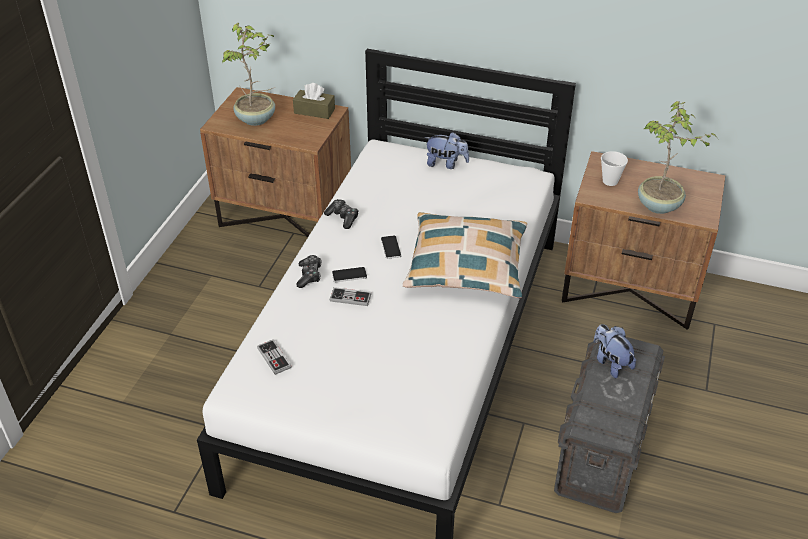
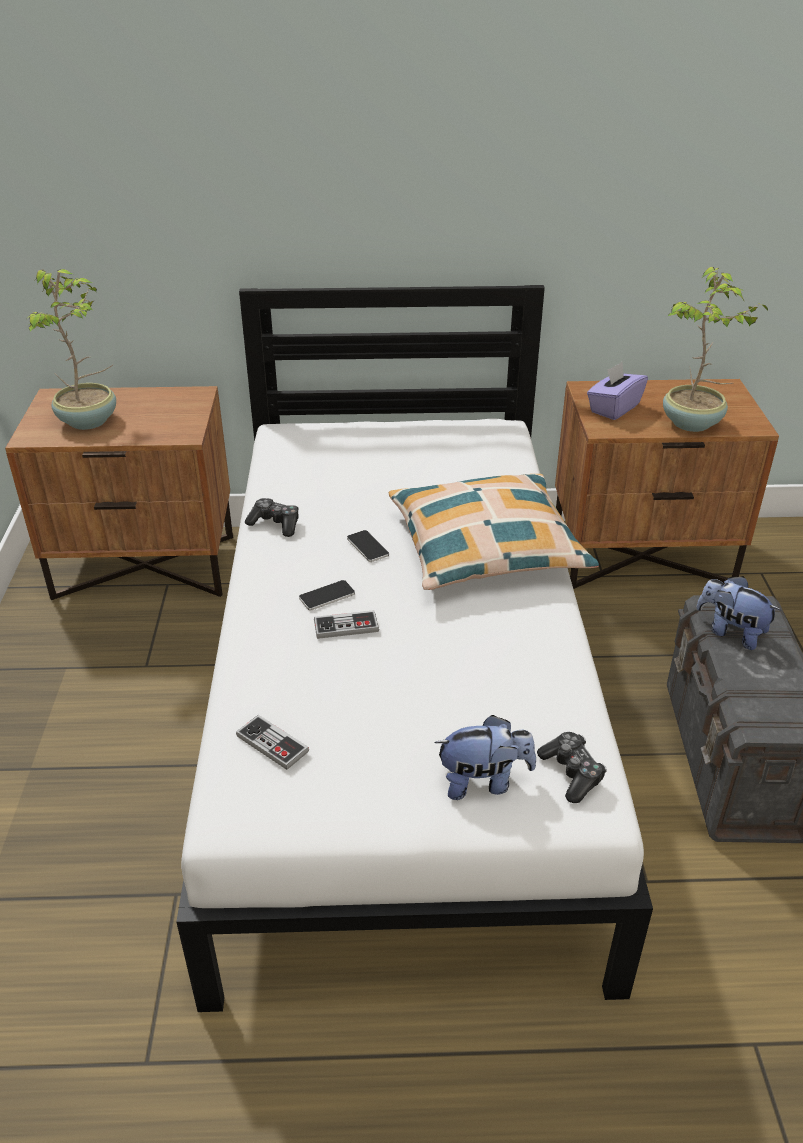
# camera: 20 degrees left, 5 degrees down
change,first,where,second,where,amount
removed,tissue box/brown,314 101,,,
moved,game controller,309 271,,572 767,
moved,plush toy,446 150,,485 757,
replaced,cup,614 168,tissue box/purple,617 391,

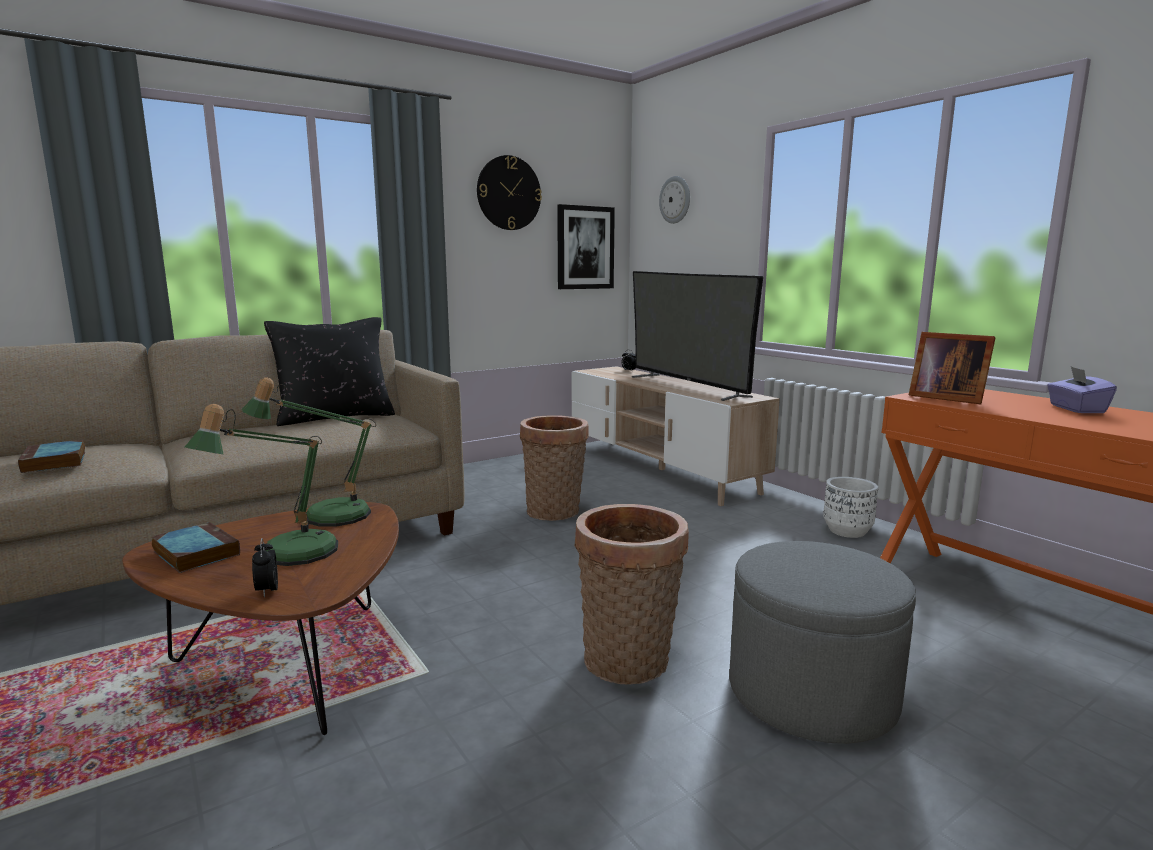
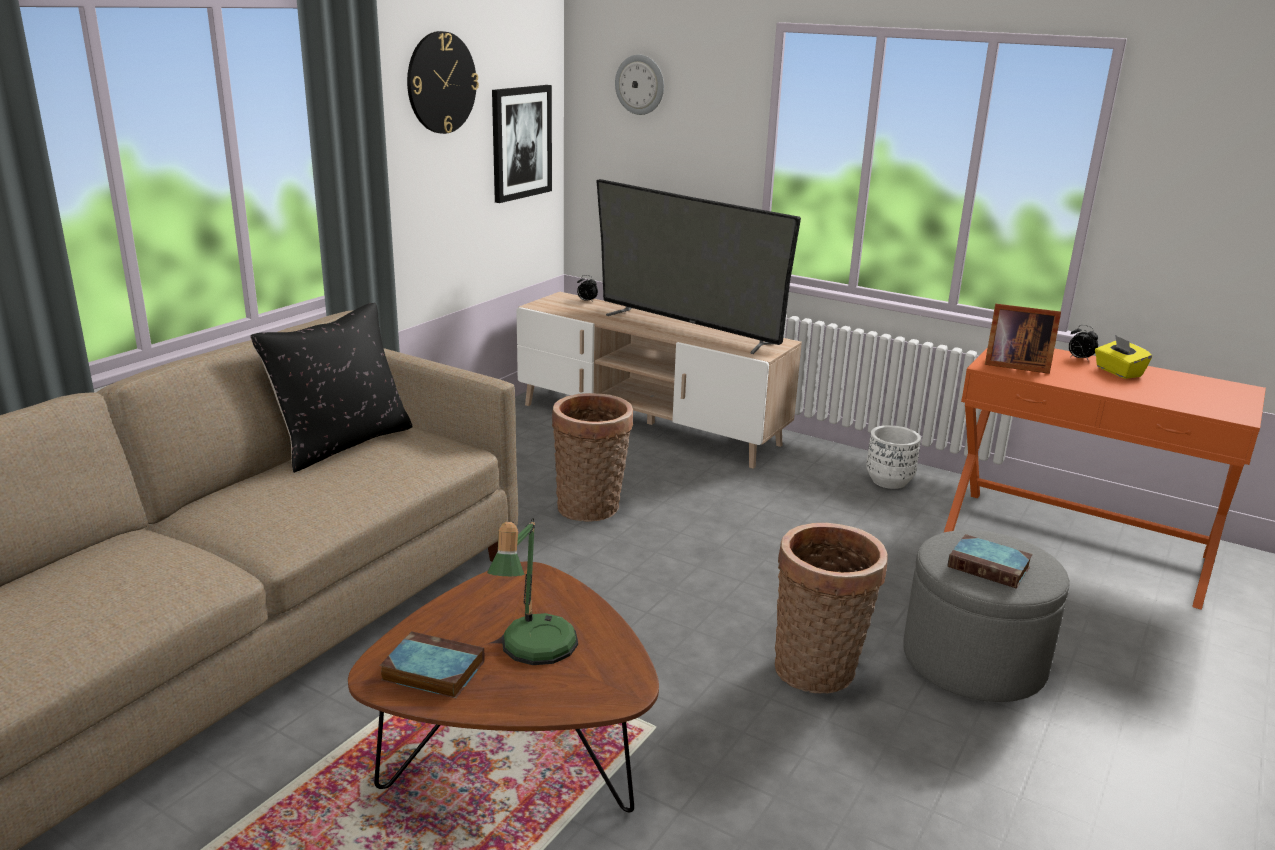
# camera: 25 degrees left, 10 degrees up
change,first,where,second,where,amount
moved,book,51 456,,990 561,
removed,table lamp,309 452,,,
moved,alarm clock,265 568,,1083 343,
recoloured,tissue box/purple,1082 390,tissue box/yellow,1123 357,

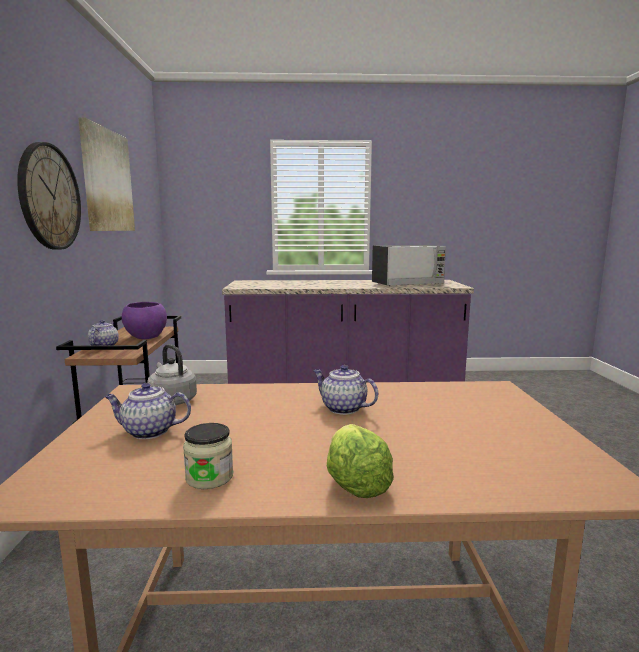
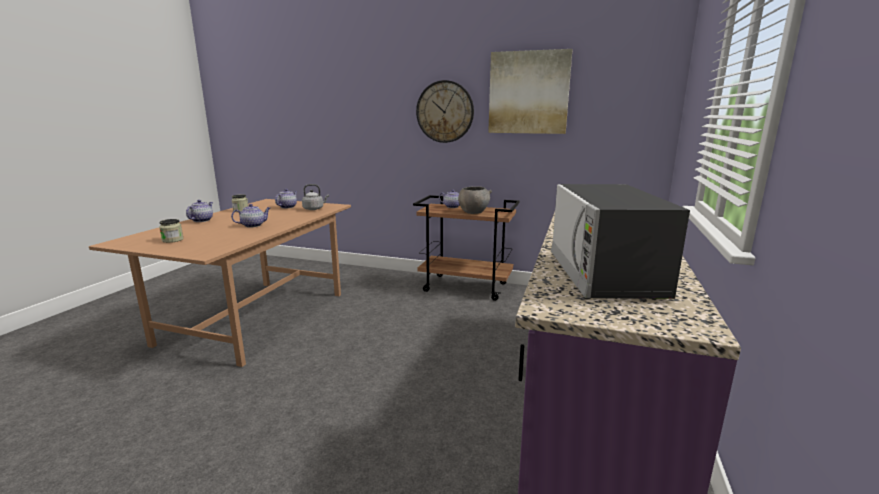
# camera: 110 degrees right, 5 degrees up
change,first,where,second,where,amount
recoloured,bowl/purple,144 320,bowl/grey,475 200,
replaced,lettuce,360 461,teapot,199 211,
added,,,jar,171 231,

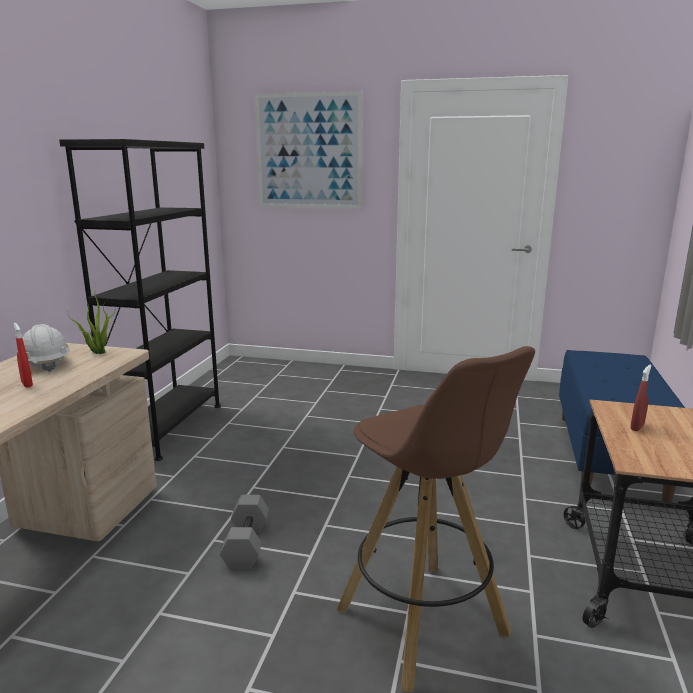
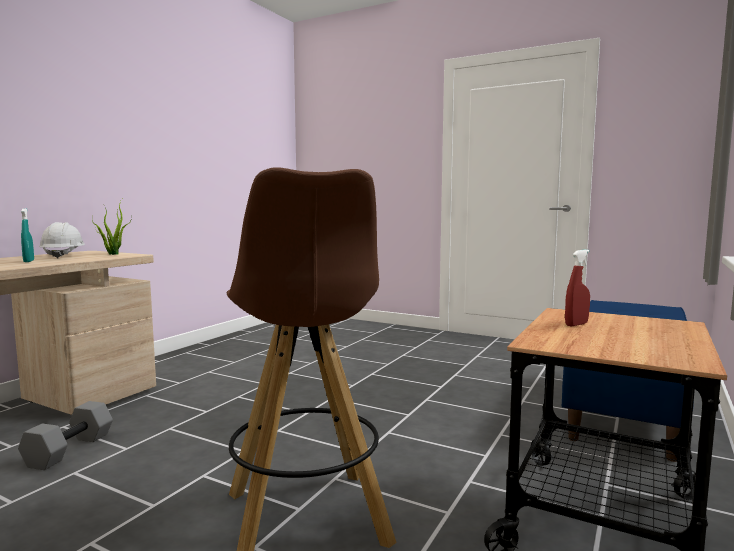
# camera: 15 degrees right, 10 degrees down
change,first,where,second,where,amount
recoloured,spray bottle/red,23 355,spray bottle/turquoise,27 235,
removed,bookcase/black,140 300,,,
moved,dumbbell/grey,244 532,,65 435,
removed,picture,308 150,,,

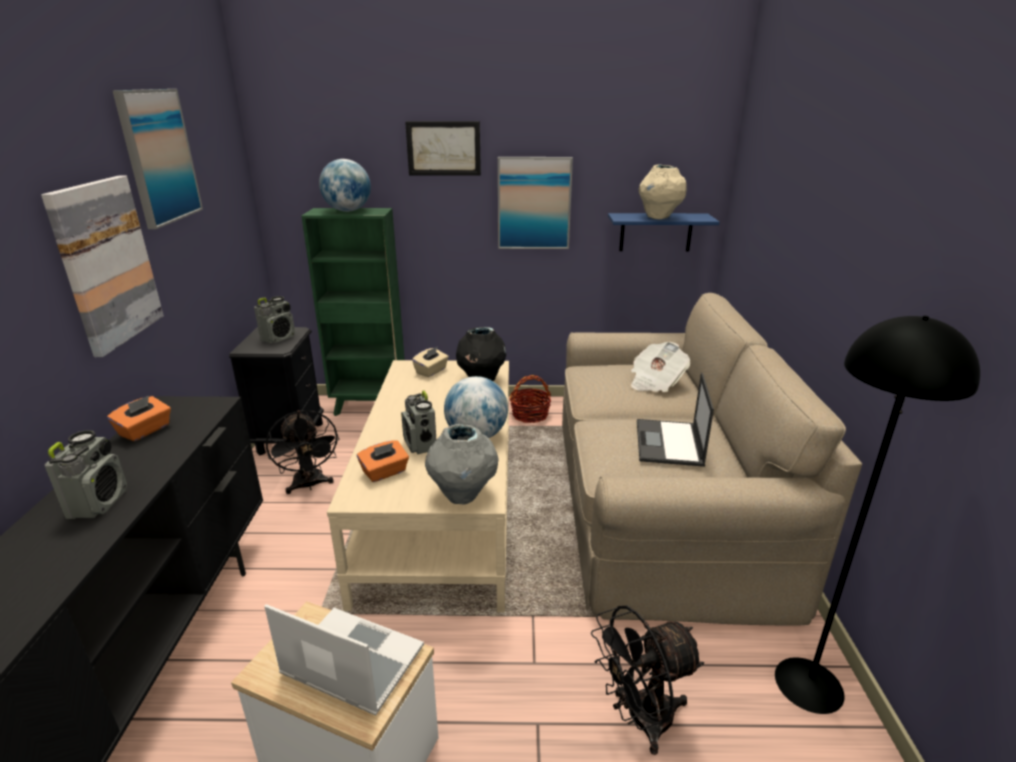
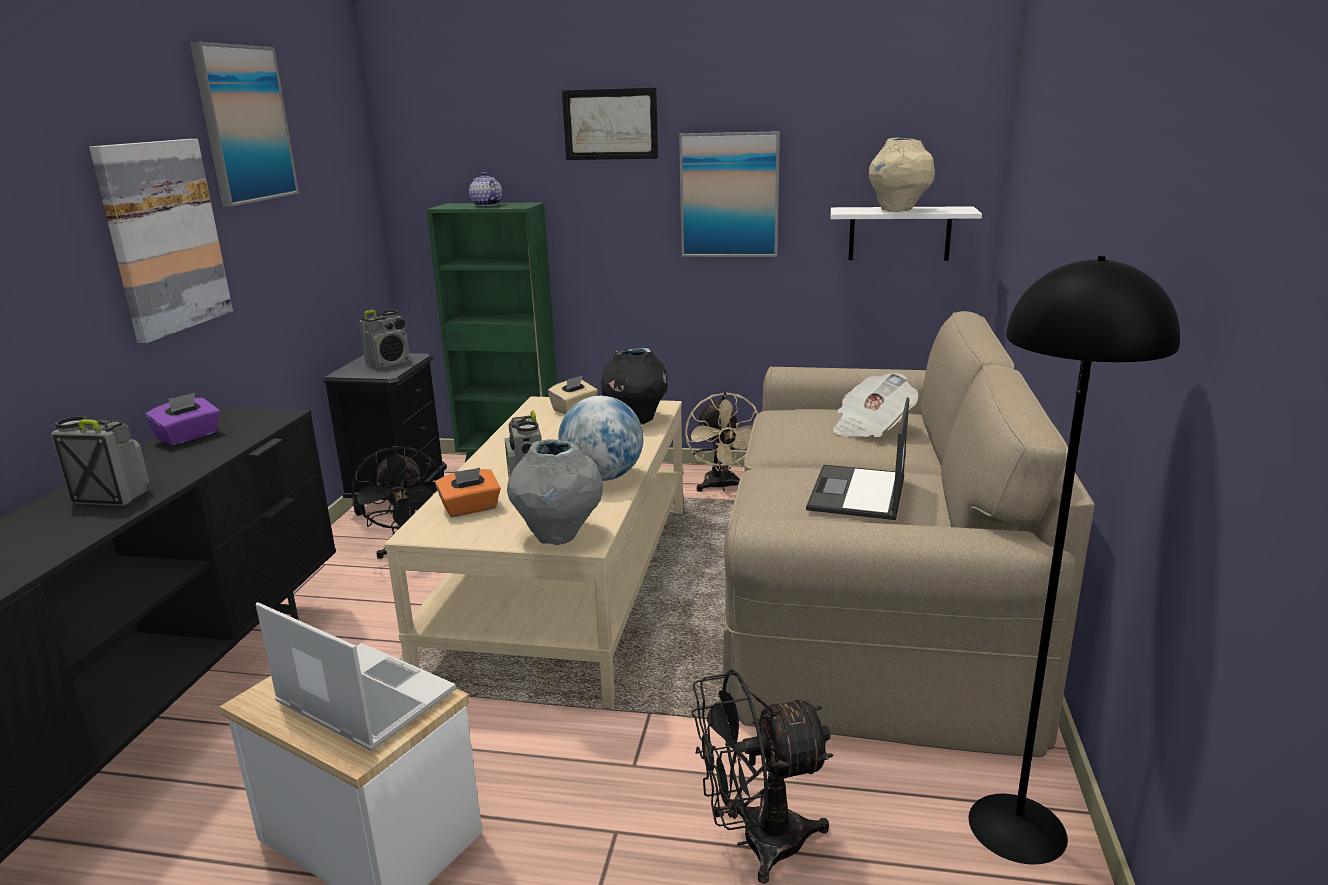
# camera: 10 degrees right, 5 degrees down
change,first,where,second,where,amount
turned,radio,86 474,,100 461,90 degrees counterclockwise
recoloured,tissue box/orange,139 418,tissue box/purple,182 419,
replaced,globe,345 185,teapot,485 189,
replaced,basket,530 399,fan/beige,721 442,
recoloured,shelf/blue,663 232,shelf/white,906 233,

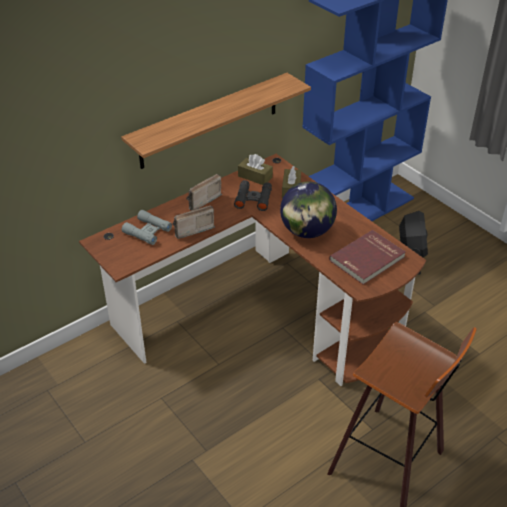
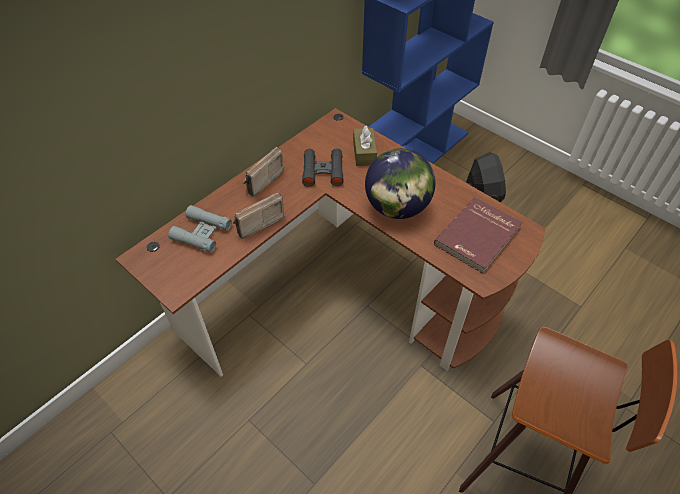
# camera: 10 degrees left, 10 degrees up
change,first,where,second,where,amount
removed,shelf,216 121,,,
removed,tissue box/brown,255 169,,,

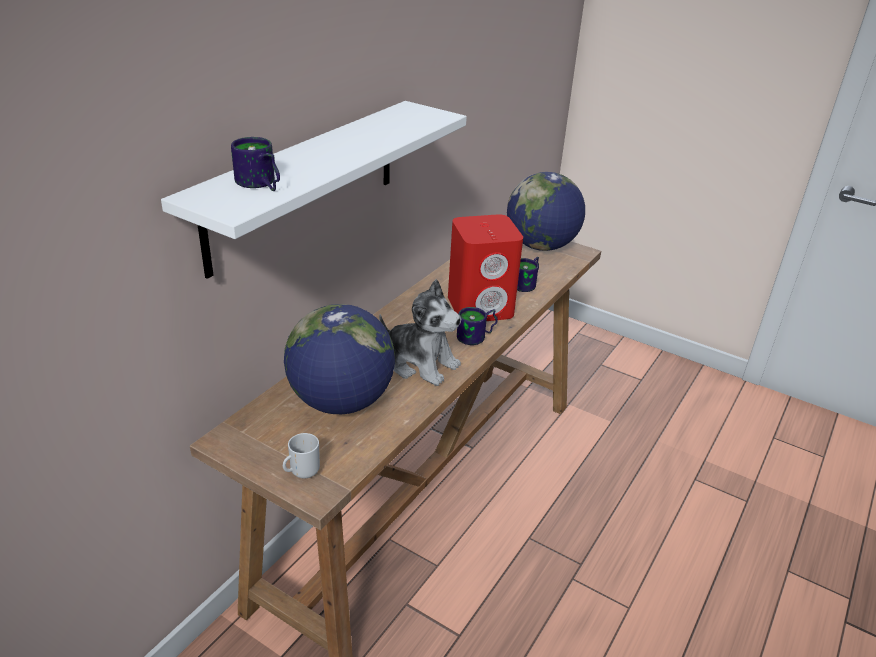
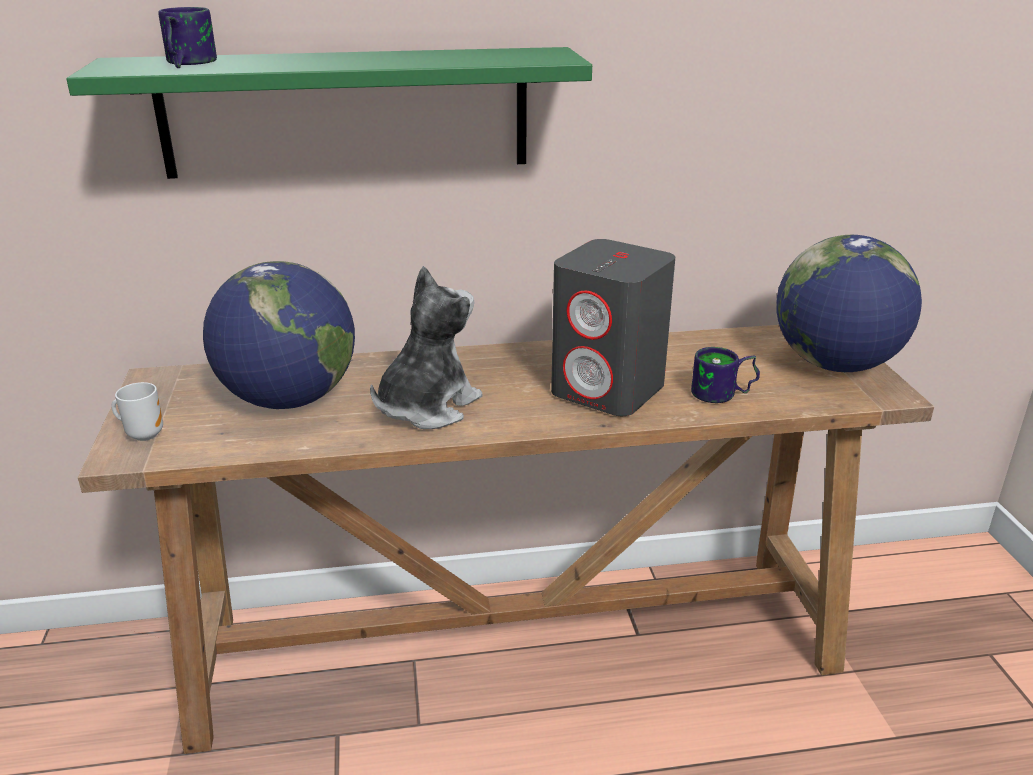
# camera: 50 degrees right, 5 degrees down
change,first,where,second,where,amount
recoloured,shelf/white,314 190,shelf/green,329 113,
turned,plush toy,420 332,,426 347,135 degrees counterclockwise
recoloured,speaker/red,485 267,speaker/grey,613 327,
removed,mug,477 326,,,

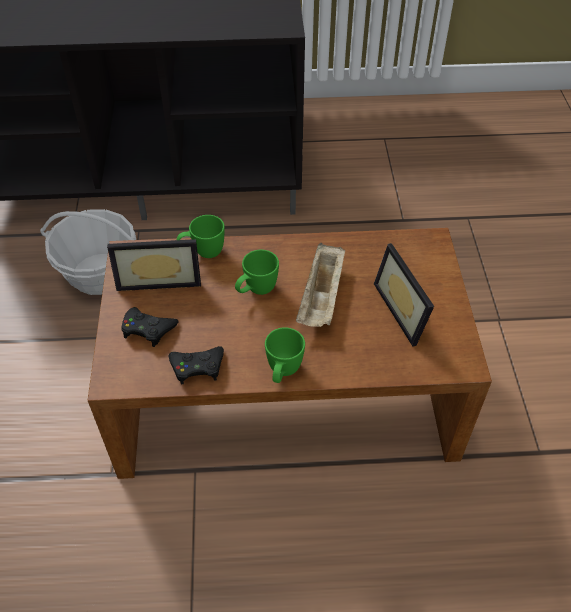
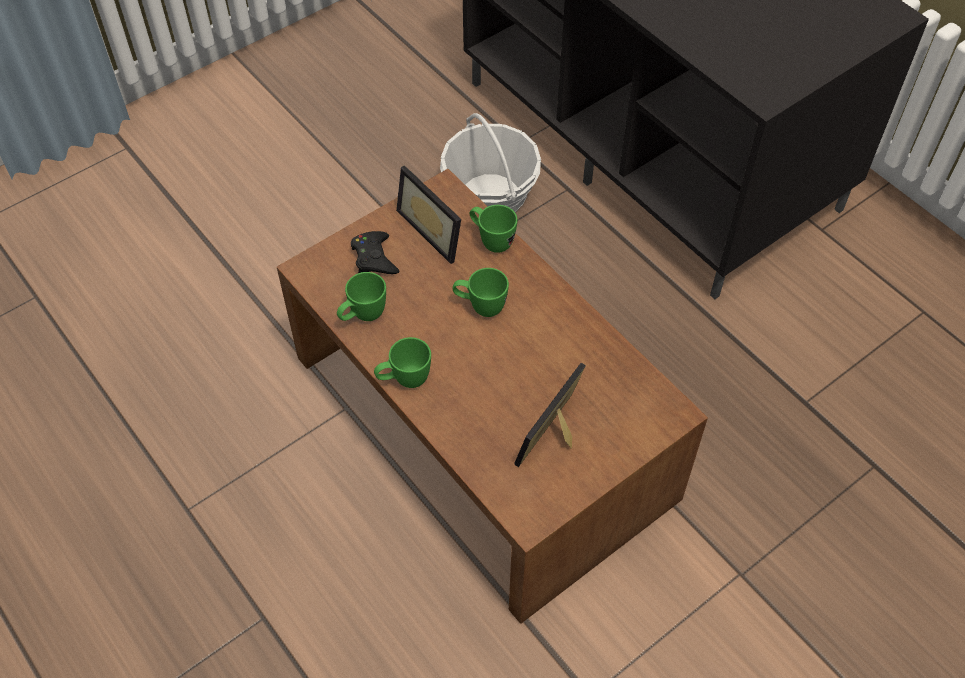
# camera: 55 degrees right, 5 degrees up
change,first,where,second,where,amount
replaced,game controller/black,196 365,mug/green,361 296,
removed,tray/beige,320 285,,,

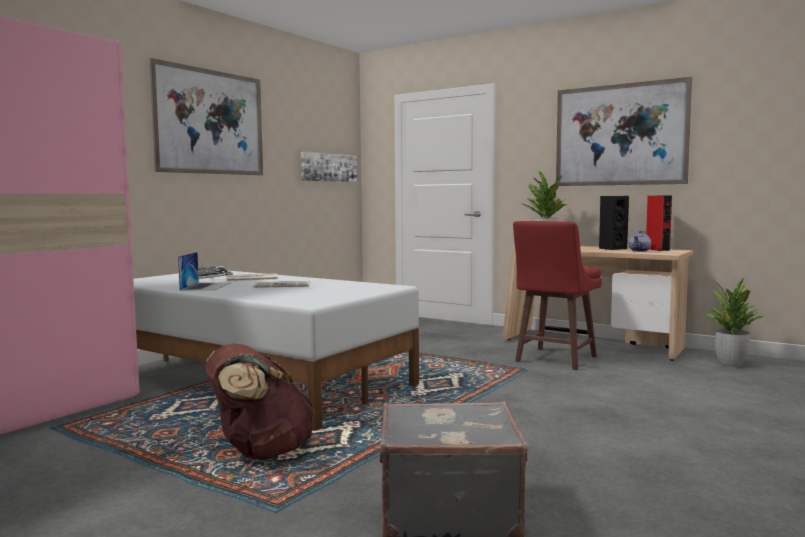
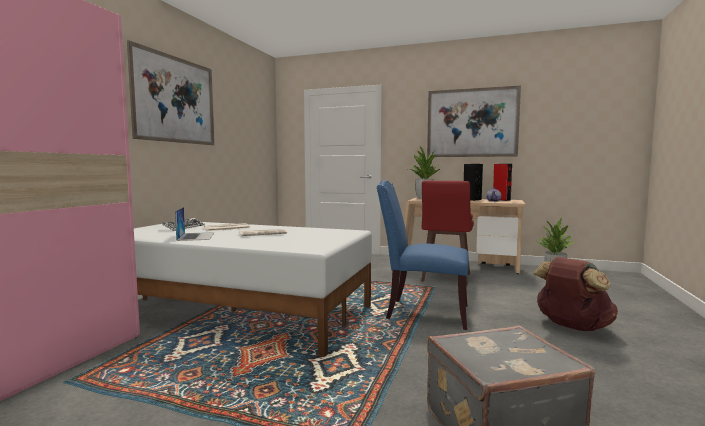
# camera: 15 degrees left, 0 degrees up
change,first,where,second,where,amount
moved,backpack/brown,260 402,,575 294,
removed,picture,329 167,,,
added,,,chair/blue,423 255,

